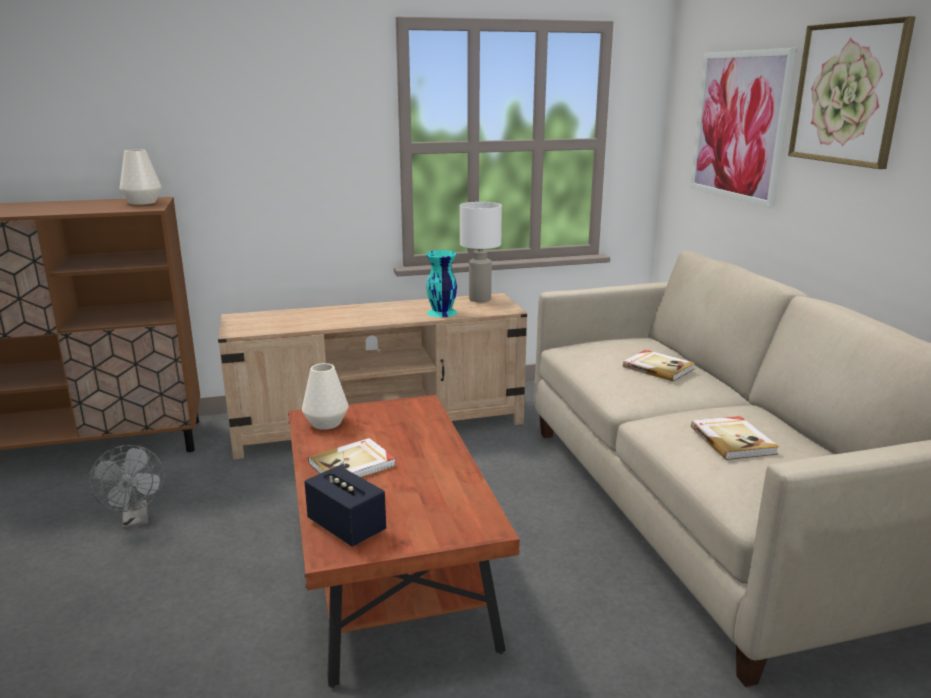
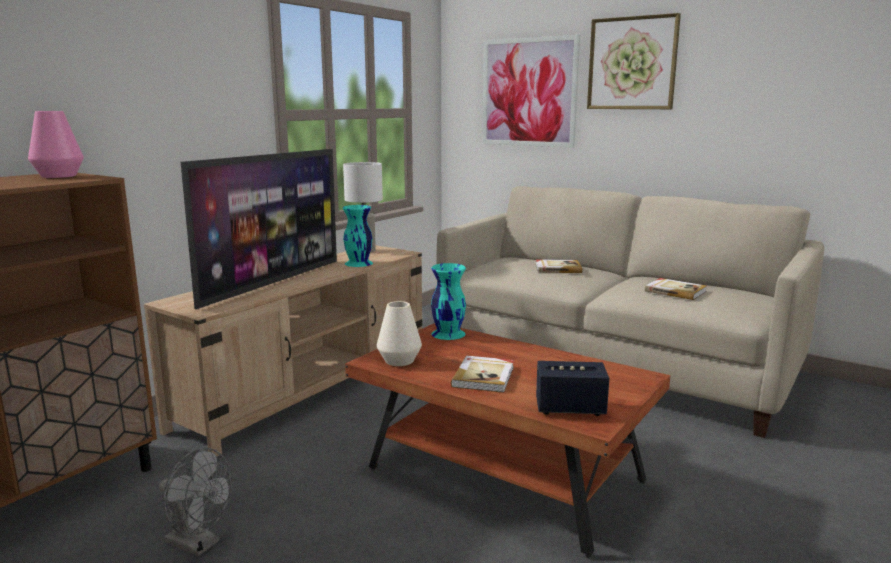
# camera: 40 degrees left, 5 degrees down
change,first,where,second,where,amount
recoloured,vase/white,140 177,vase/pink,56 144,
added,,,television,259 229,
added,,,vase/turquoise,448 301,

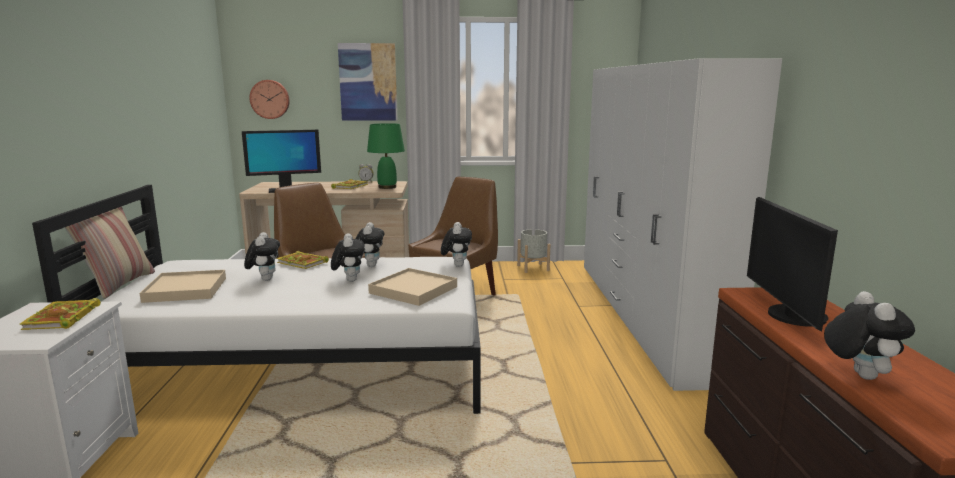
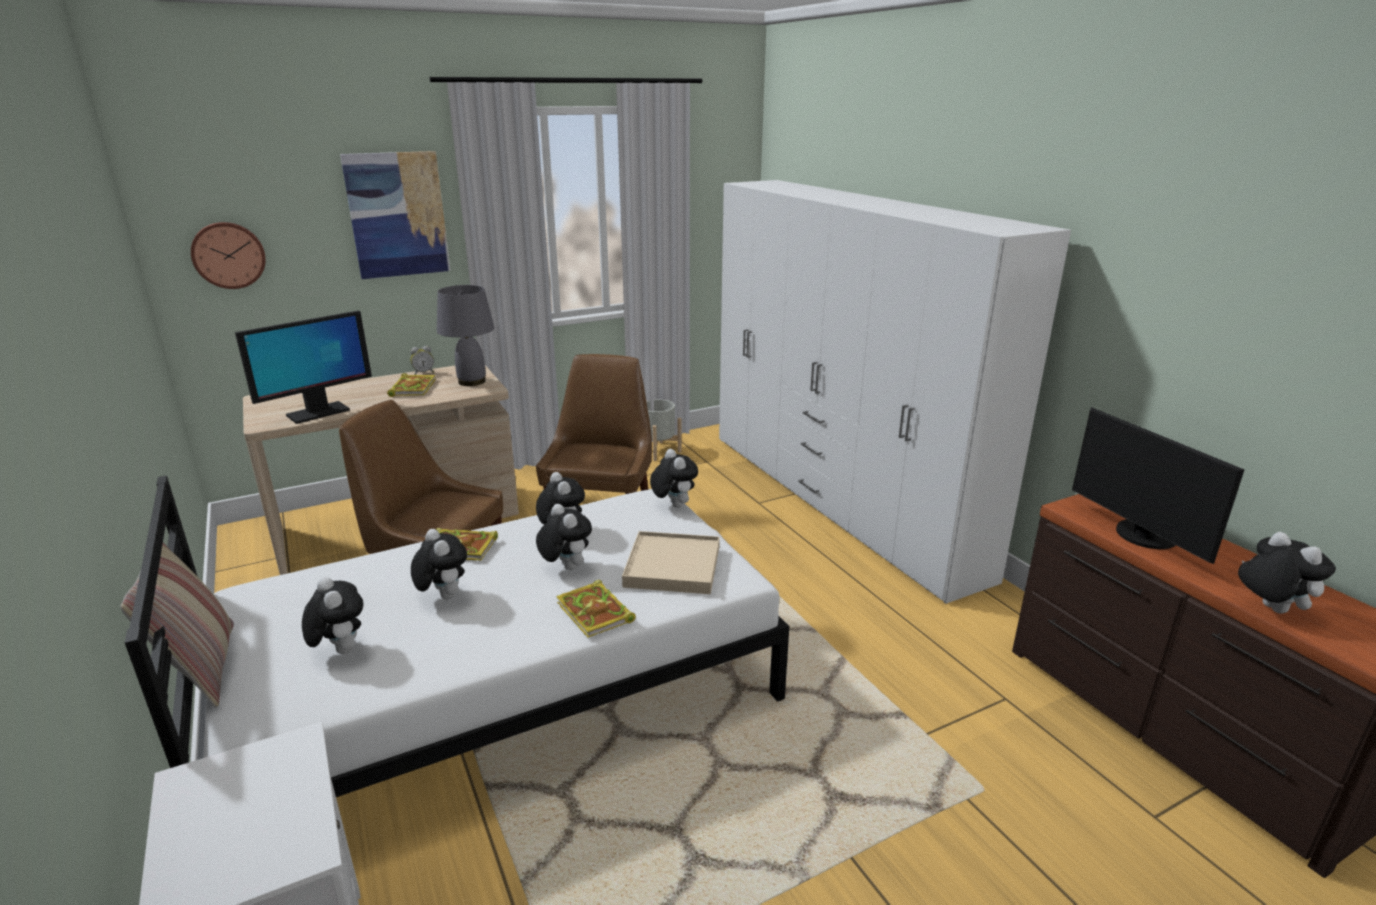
# camera: 25 degrees left, 10 degrees up
change,first,where,second,where,amount
moved,book,60 314,,596 609,
replaced,tray/beige,183 286,plush toy,333 615,
recoloured,table lamp/green,386 156,table lamp/grey,466 335,

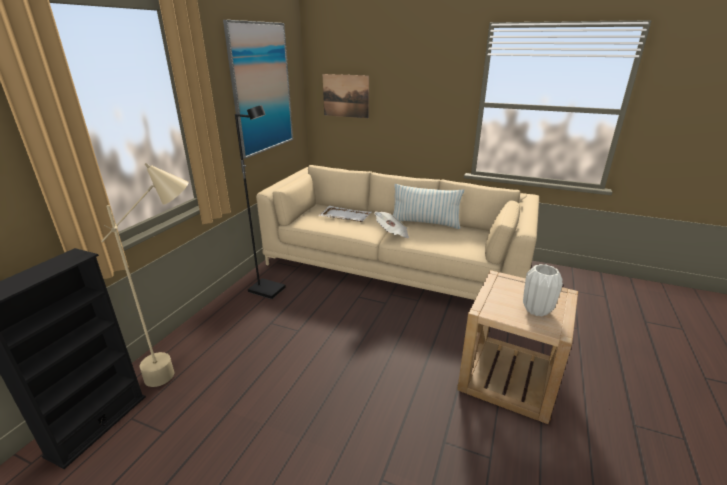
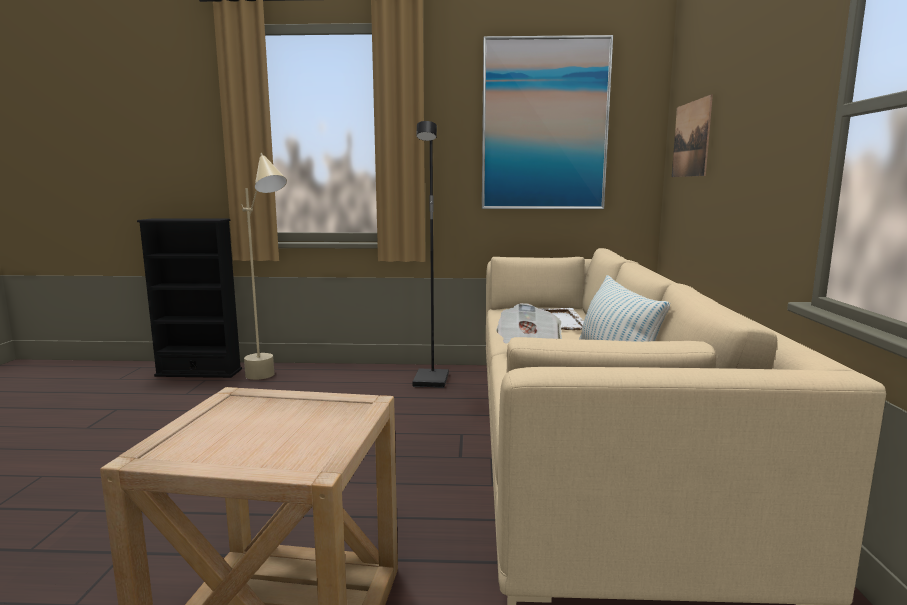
# camera: 70 degrees right, 15 degrees down
change,first,where,second,where,amount
removed,vase/white,543 290,,,

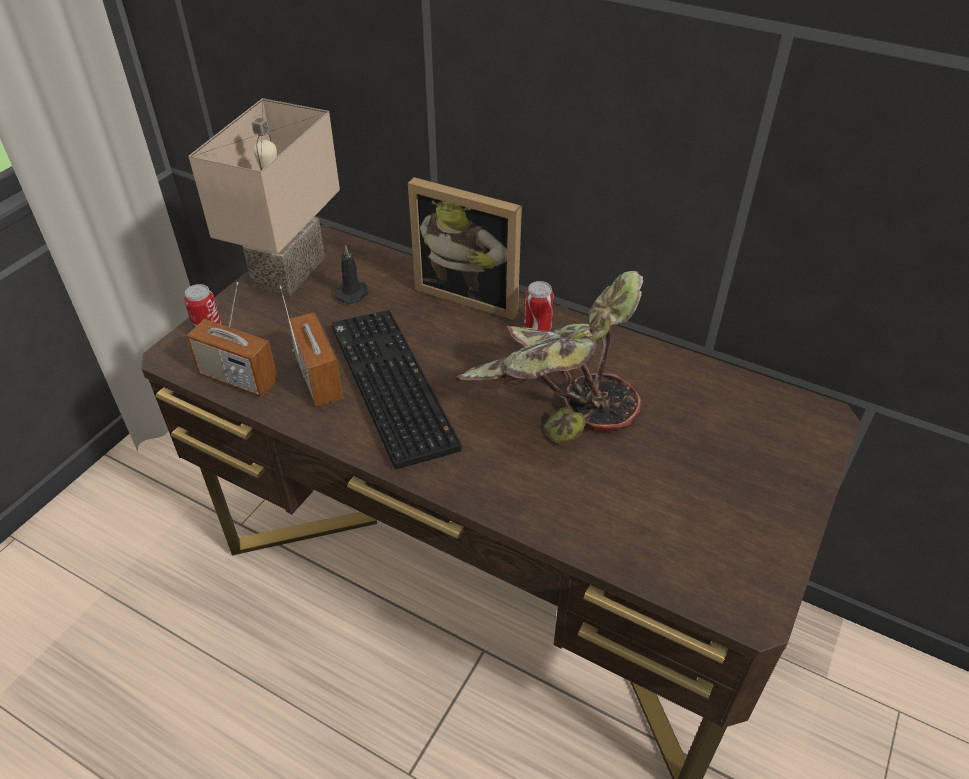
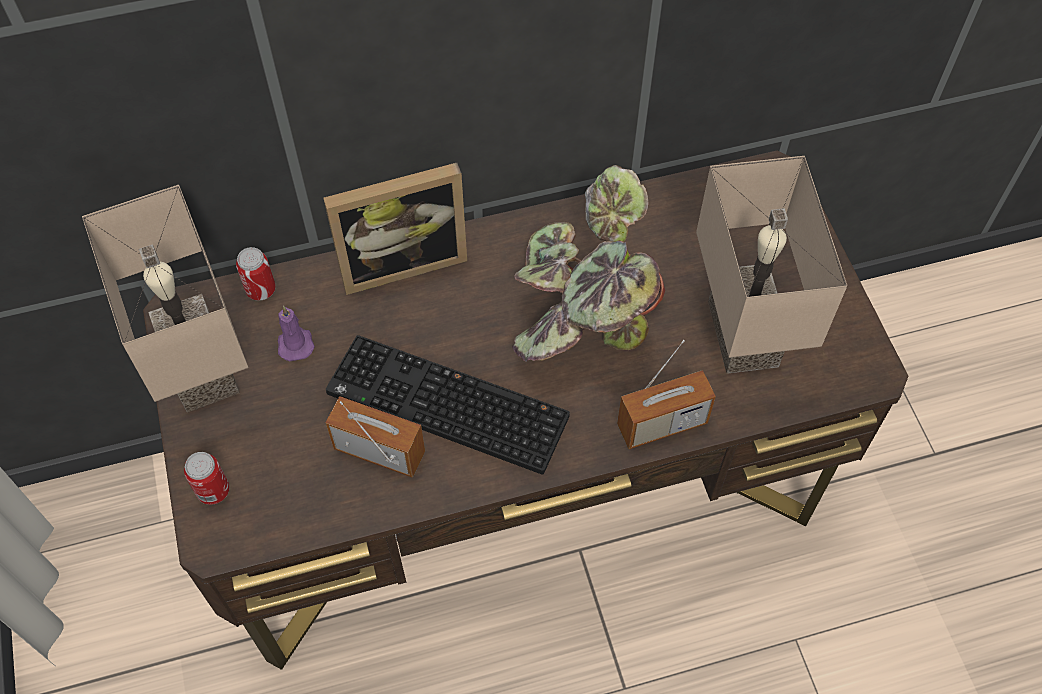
# camera: 45 degrees left, 15 degrees up
change,first,where,second,where,amount
moved,radio,232 339,,666 394,
recoloured,candle/black,351 274,candle/purple,296 333,
moved,can,539 306,,256 274,
added,,,table lamp/beige,771 265,

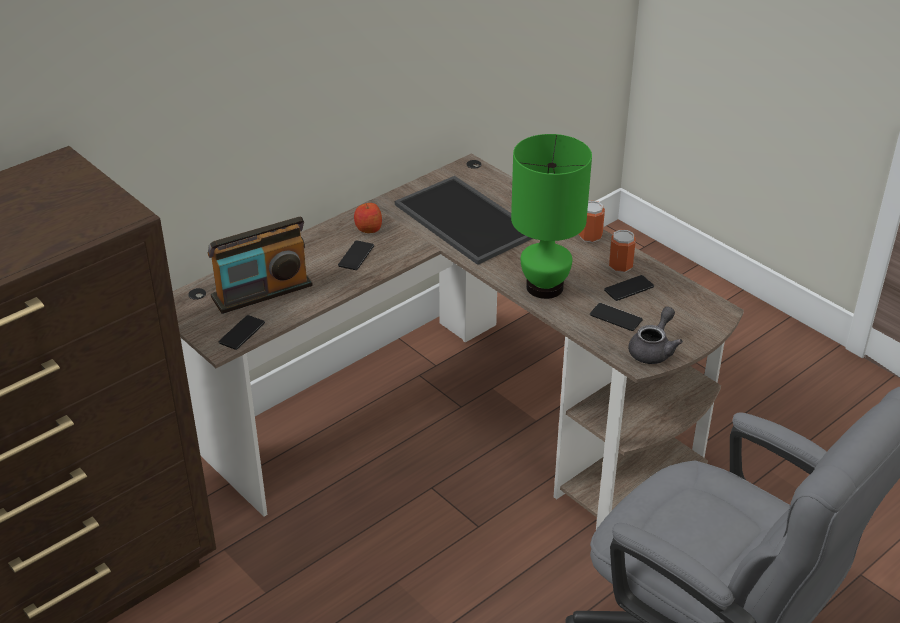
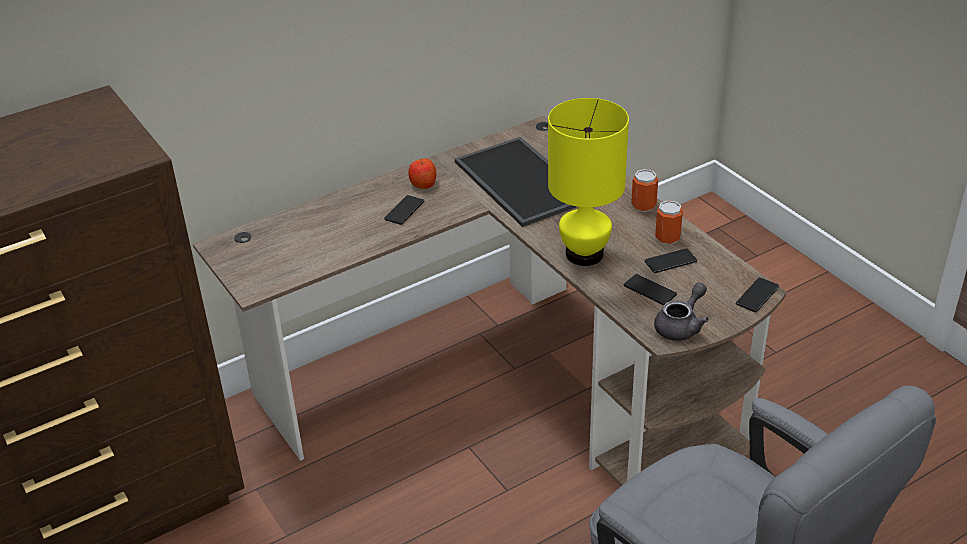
# camera: 10 degrees right, 0 degrees up
change,first,where,second,where,amount
removed,radio,260 265,,,
moved,phone,242 332,,757 294,
recoloured,table lamp/green,551 216,table lamp/yellow,588 182,

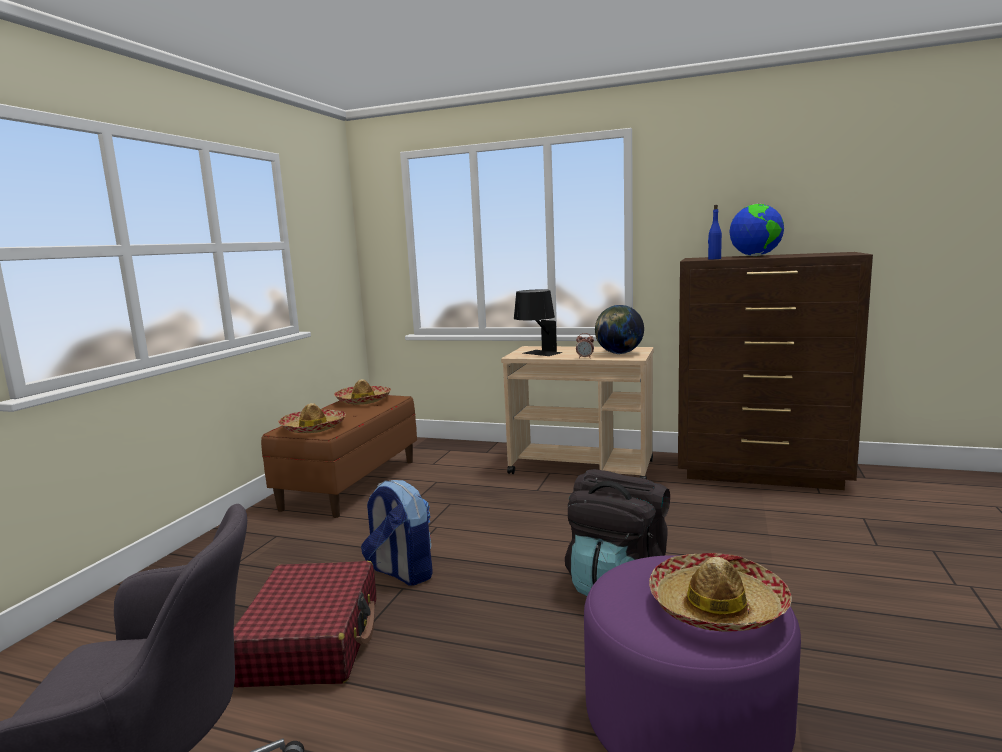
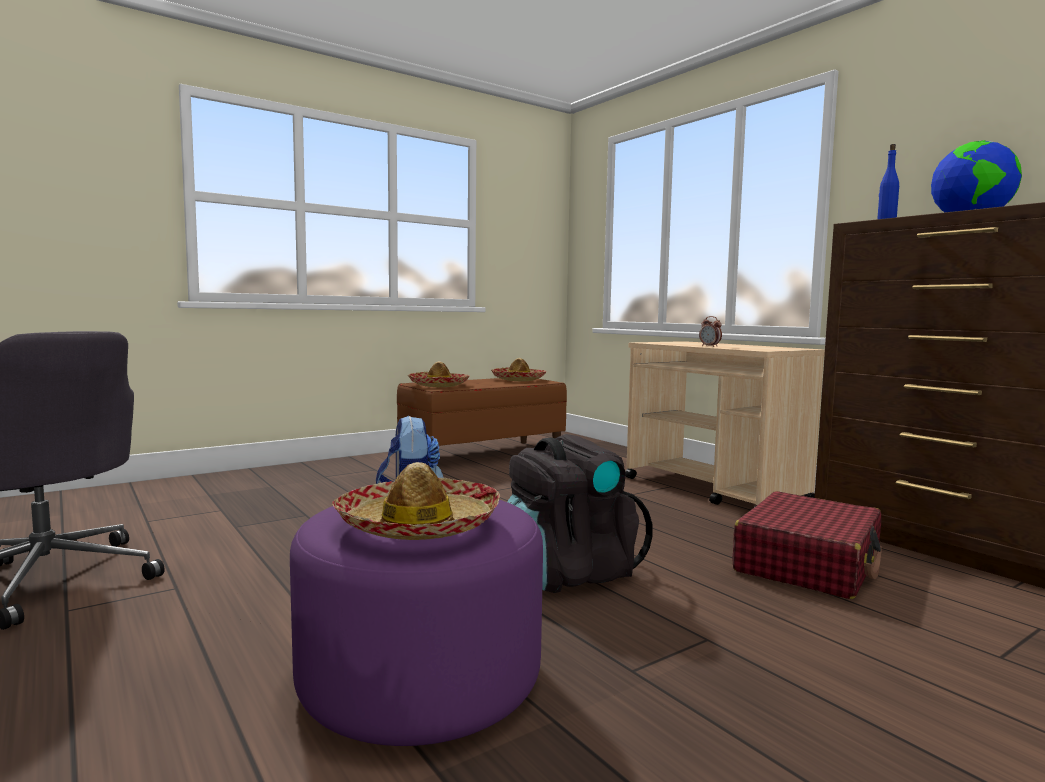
# camera: 35 degrees right, 5 degrees down
change,first,where,second,where,amount
moved,suitcase/red,305 624,,807 545,
removed,table lamp/black,538 322,,,
removed,globe,619 329,,,

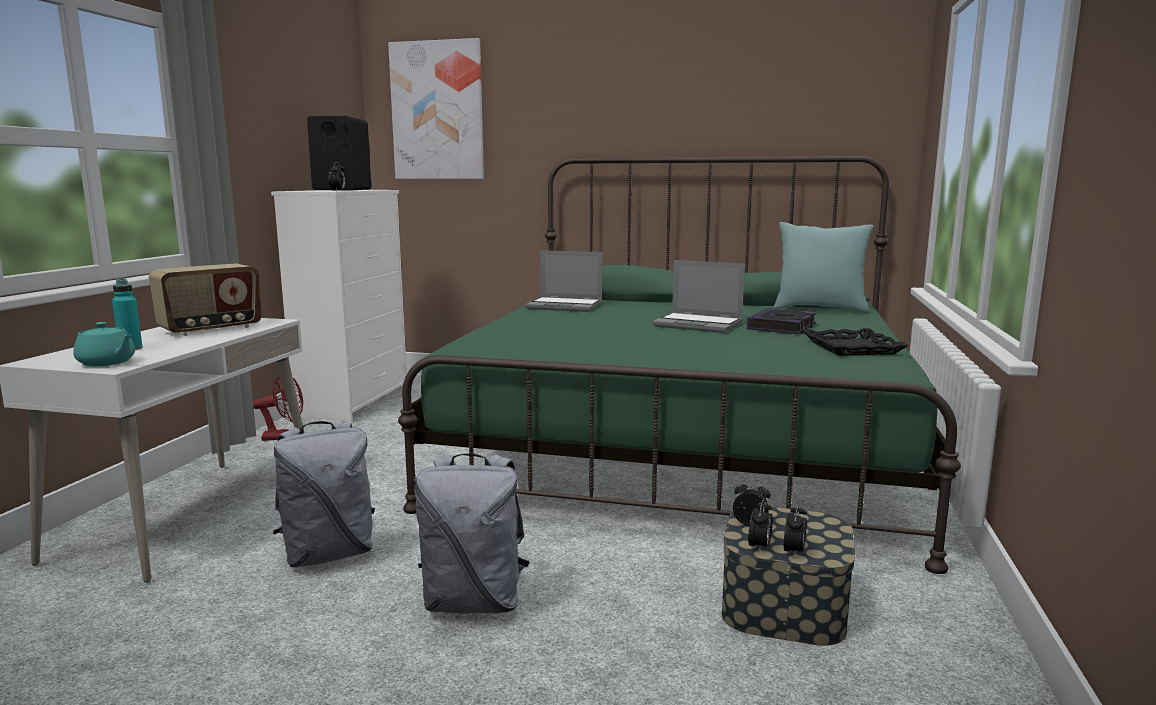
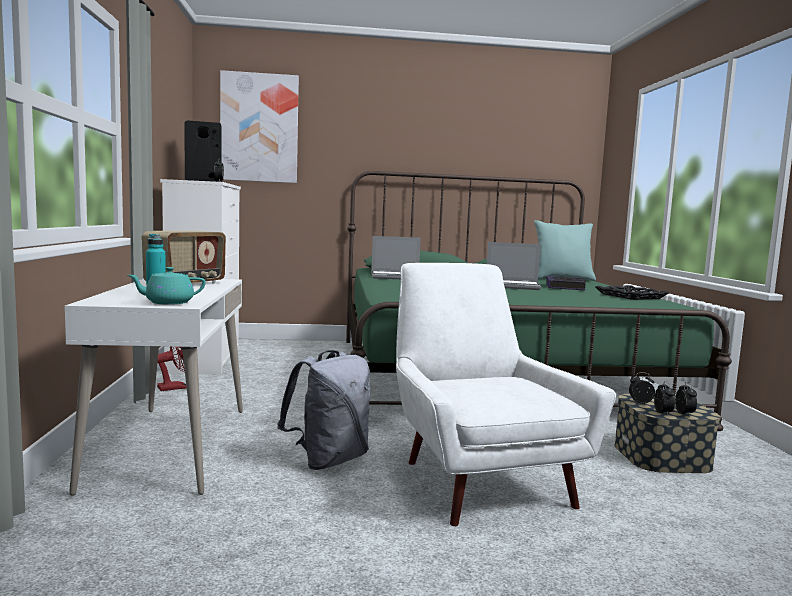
# camera: 20 degrees left, 5 degrees down
change,first,where,second,where,amount
turned,teapot/turquoise,104 344,,167 286,150 degrees clockwise
replaced,backpack/grey,472 533,armchair/white,506 394,

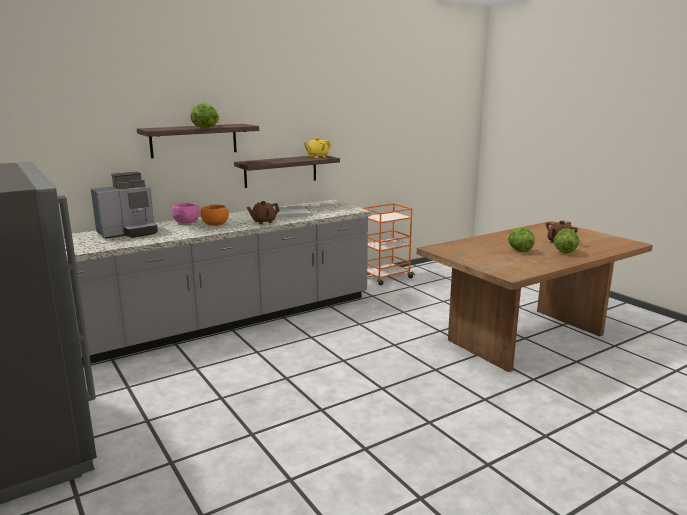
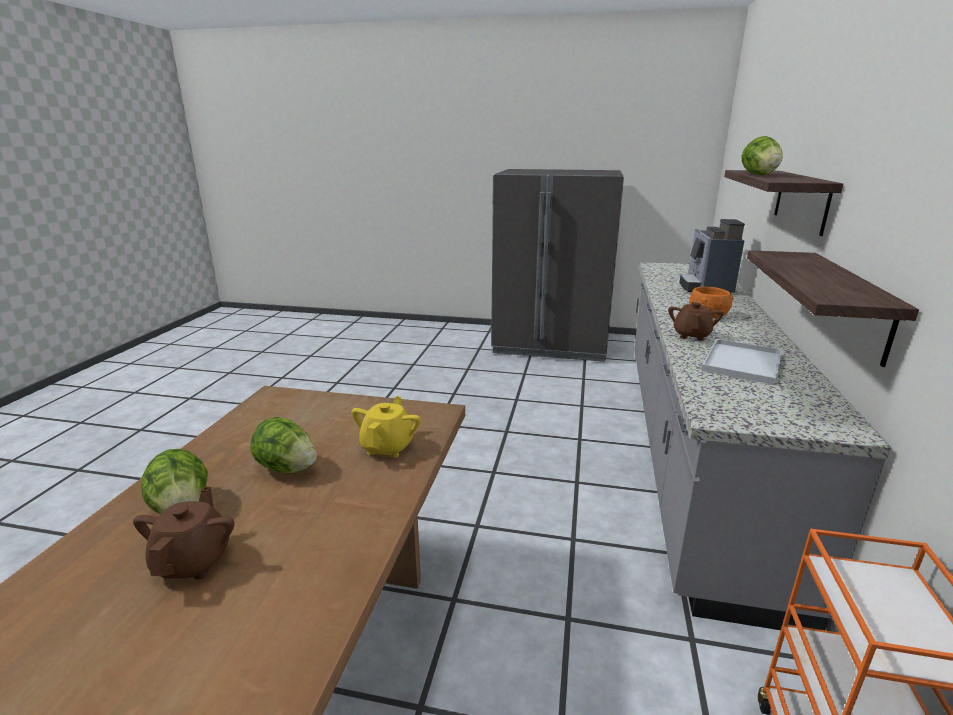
# camera: 135 degrees right, 5 degrees up
change,first,where,second,where,amount
removed,bowl/pink,186 213,,,
moved,teapot/yellow,317 148,,386 427,

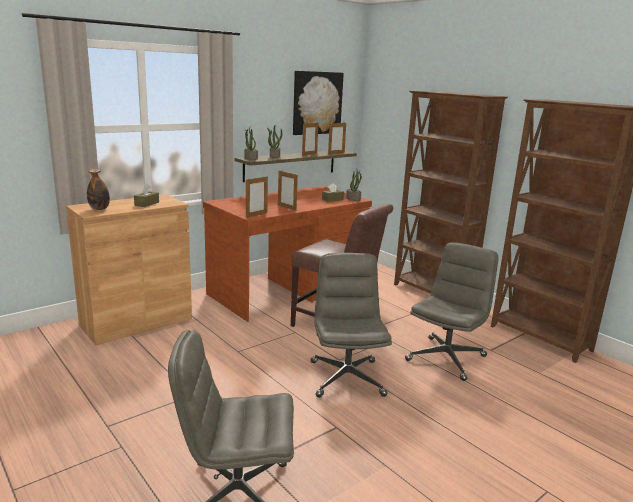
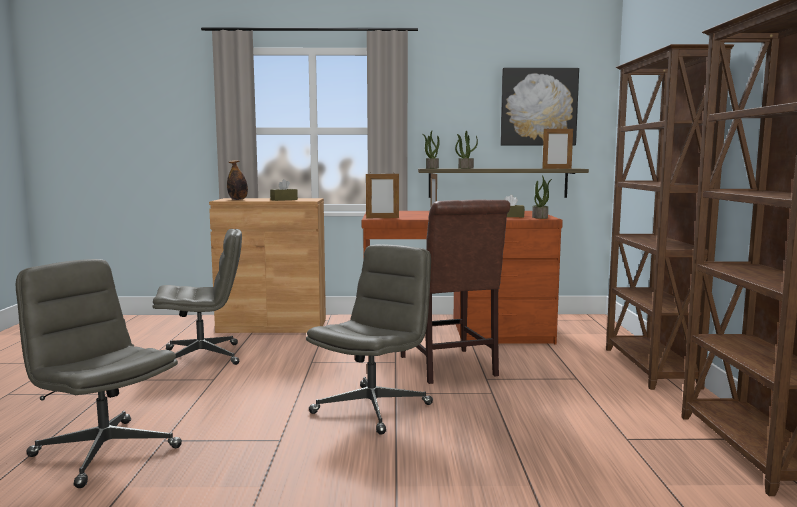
# camera: 40 degrees right, 10 degrees down
change,first,where,second,where,amount
removed,picture frame,310 139,,,
moved,office chair/grey,451 311,,197 297,

